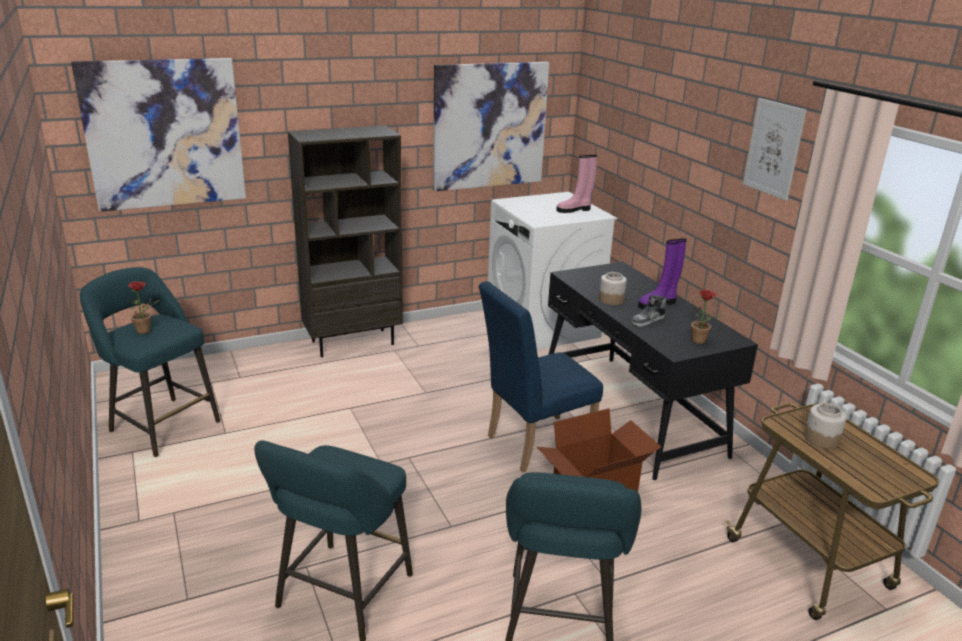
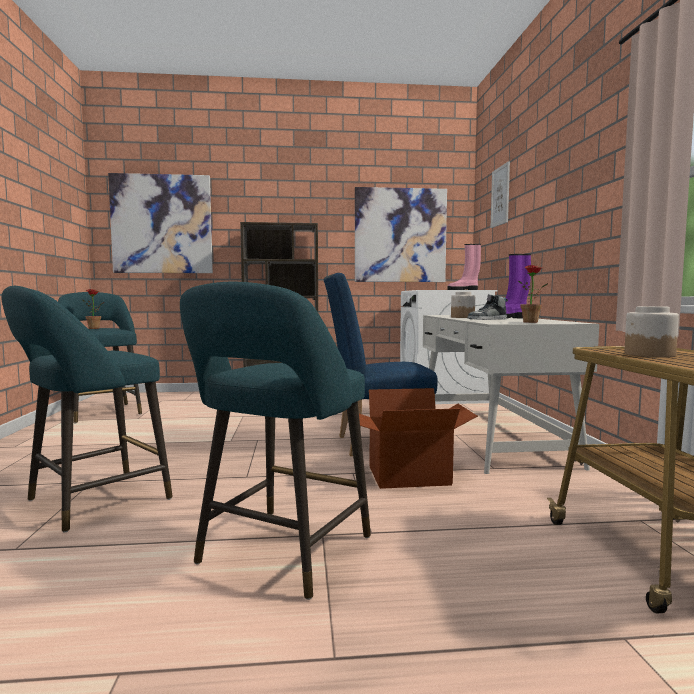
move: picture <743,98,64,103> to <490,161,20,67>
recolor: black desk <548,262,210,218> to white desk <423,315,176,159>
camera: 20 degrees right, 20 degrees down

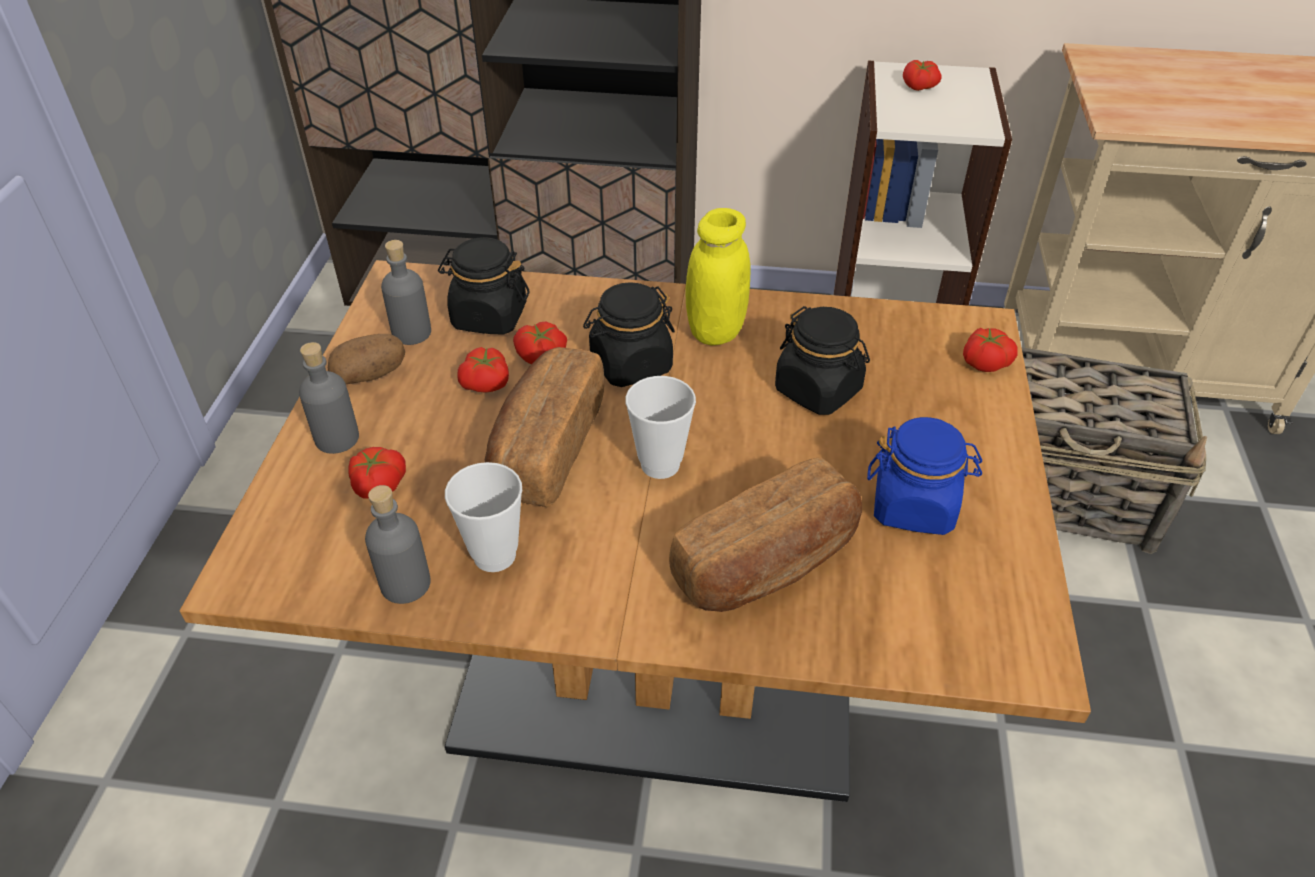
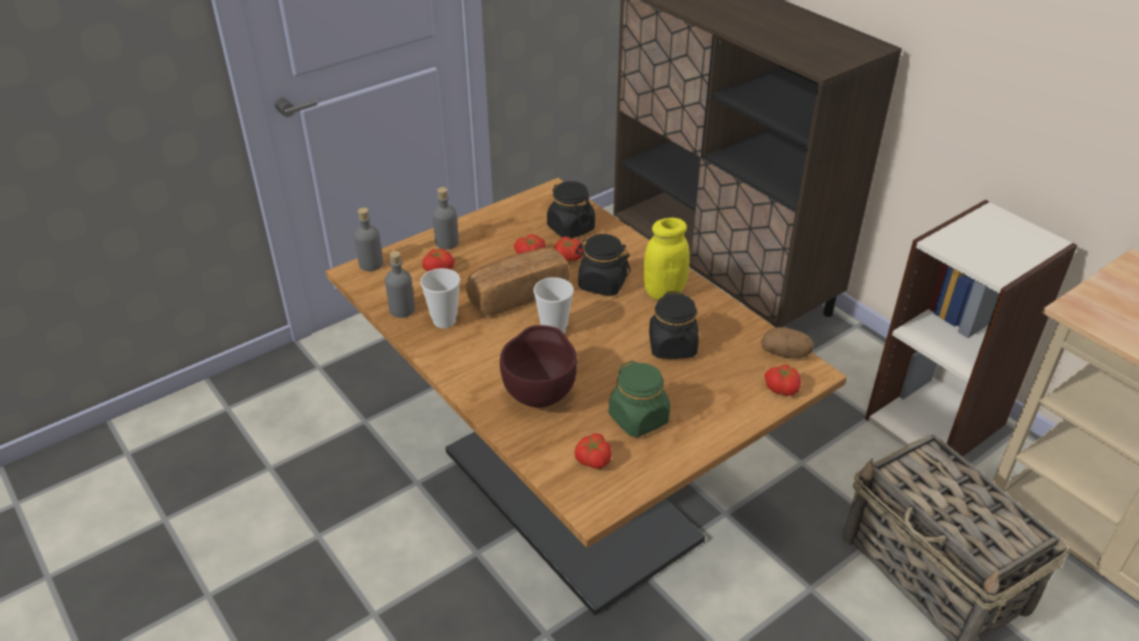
move: tomato <903,60,38,31> to <575,433,37,36>; grey bottle <381,240,50,105> to <354,207,29,64>; potato <328,334,77,50> to <761,327,52,31>
replace: bread <669,457,193,155> to brown bowl <500,325,77,83>
recolor: blue jar <867,417,115,118> to green jar <609,361,61,76>
camera: 45 degrees right, 5 degrees down

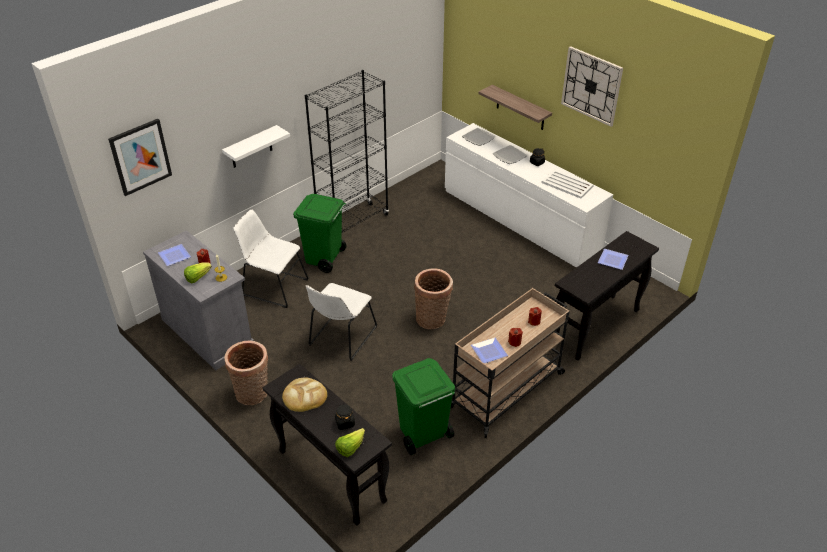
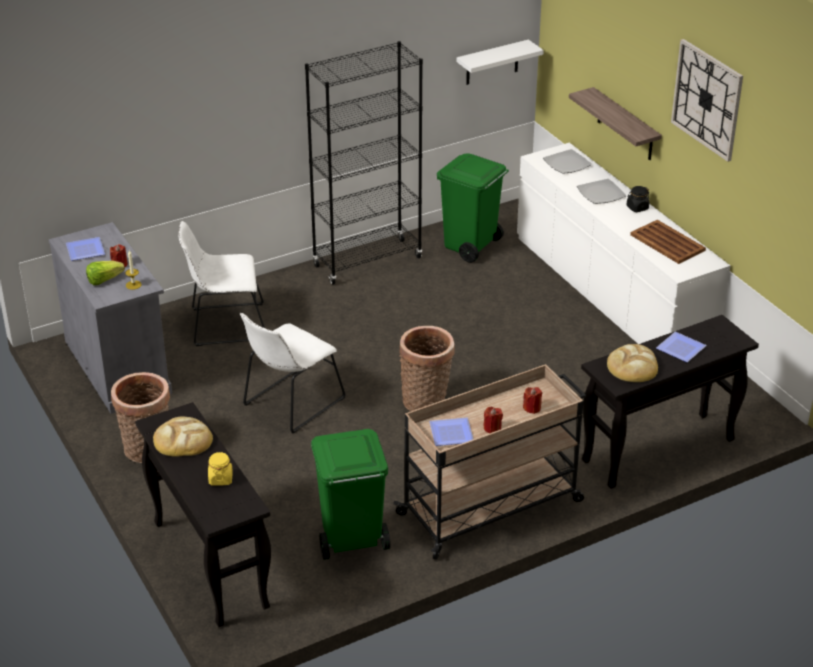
delete: picture <108,119,64,77>; lettuce <335,428,30,29>
insert: bread <607,344,51,38>
move: white shelf <222,125,68,43> to <457,39,87,46>; green trash can <293,194,54,79> to <437,154,72,109>
recolor: white tray <541,169,53,30> to brown tray <630,220,76,44>; black jar <335,404,20,26> to yellow jar <208,452,25,34>
rotate: white chair <233,209,76,99> = <178,221,87,125> 45 degrees counterclockwise
camera: 15 degrees right, 5 degrees down

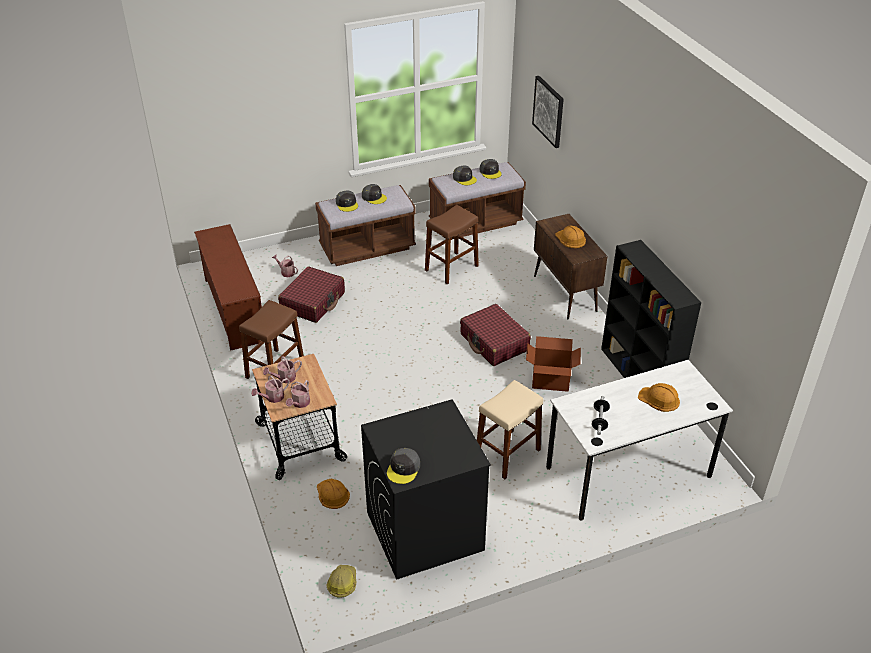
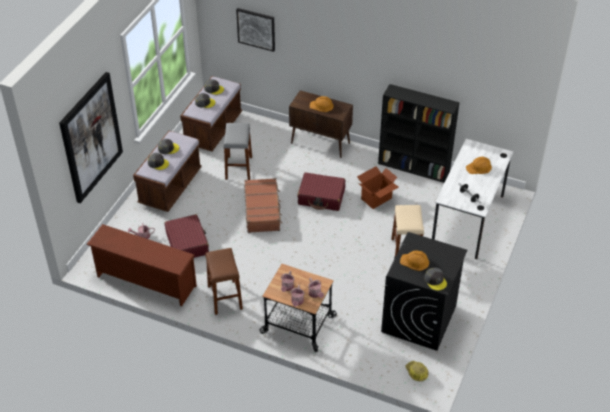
insert: picture <59,72,64,131>; brown suitcase <244,178,39,55>
move: orange hard hat <317,479,33,30> to <400,251,29,20>
recolor: brown stool <425,205,54,79> to grey stool <224,123,28,57>
camera: 45 degrees left, 5 degrees up

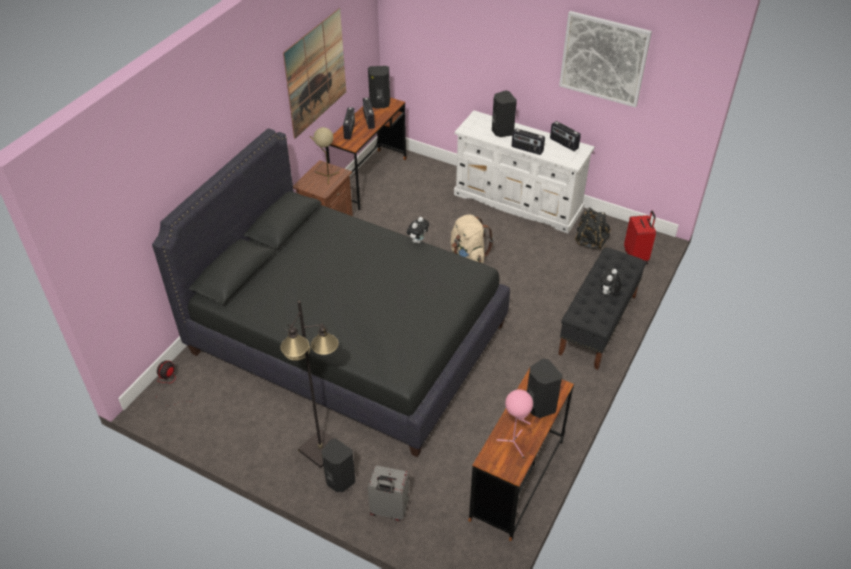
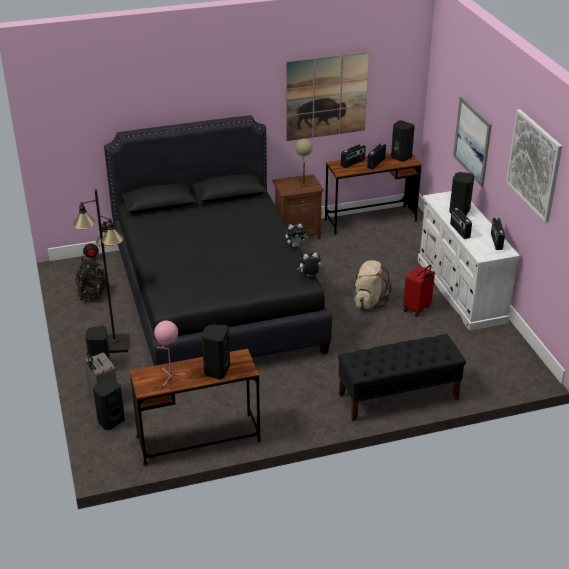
insert: picture <453,96,39,91>; black speaker <93,379,32,51>
move: black backpack <575,207,36,43> to <75,258,32,43>; red suitcase <624,211,32,53> to <403,264,32,53>; plush toy <600,269,22,26> to <297,253,24,23>
camera: 45 degrees right, 10 degrees down

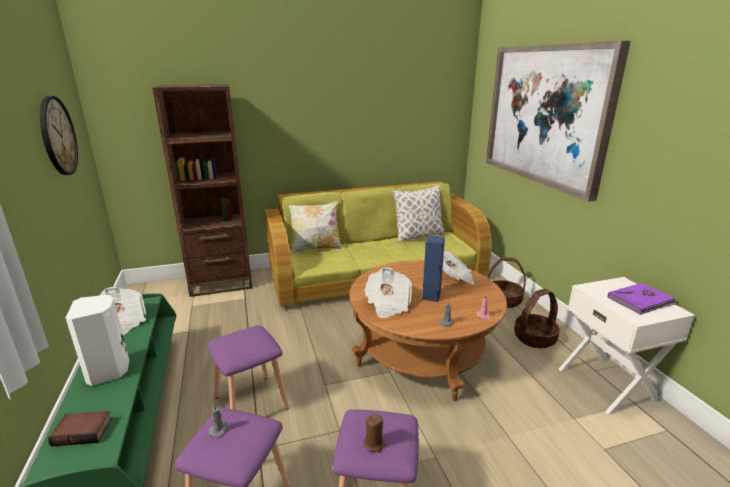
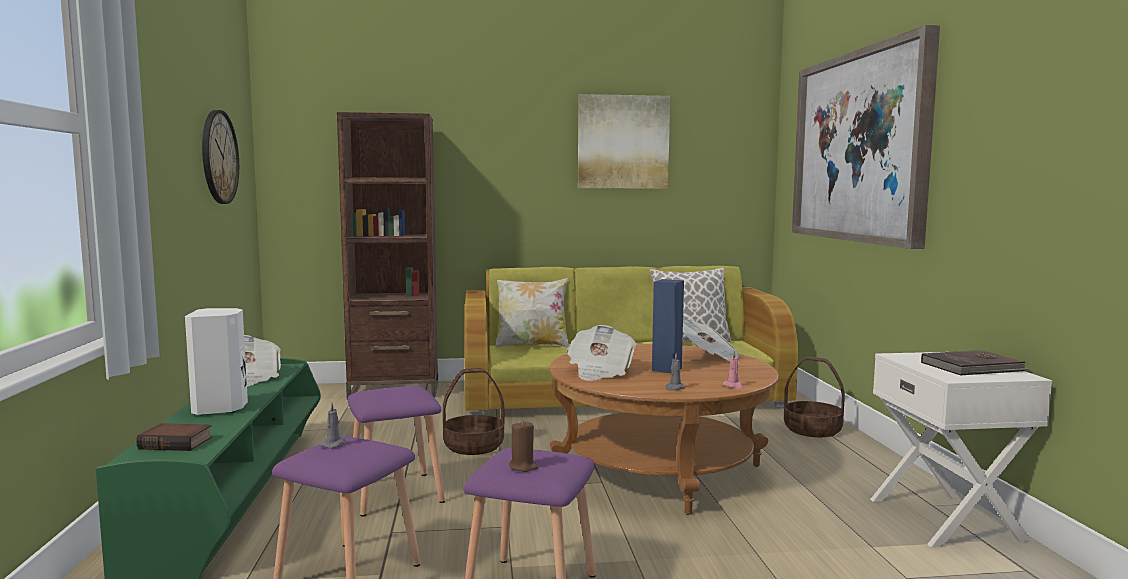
insert: picture <578,94,92,95>
move: basket <514,289,46,59> to <443,368,61,87>
recolor: purple book <608,283,70,32> to brown book <921,350,109,25>
camera: 10 degrees right, 15 degrees down

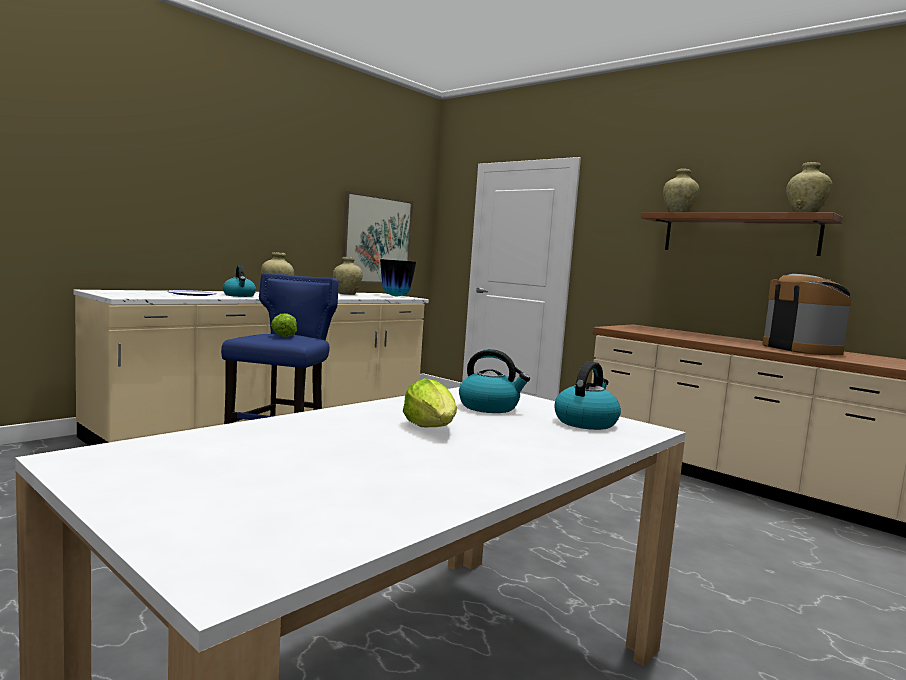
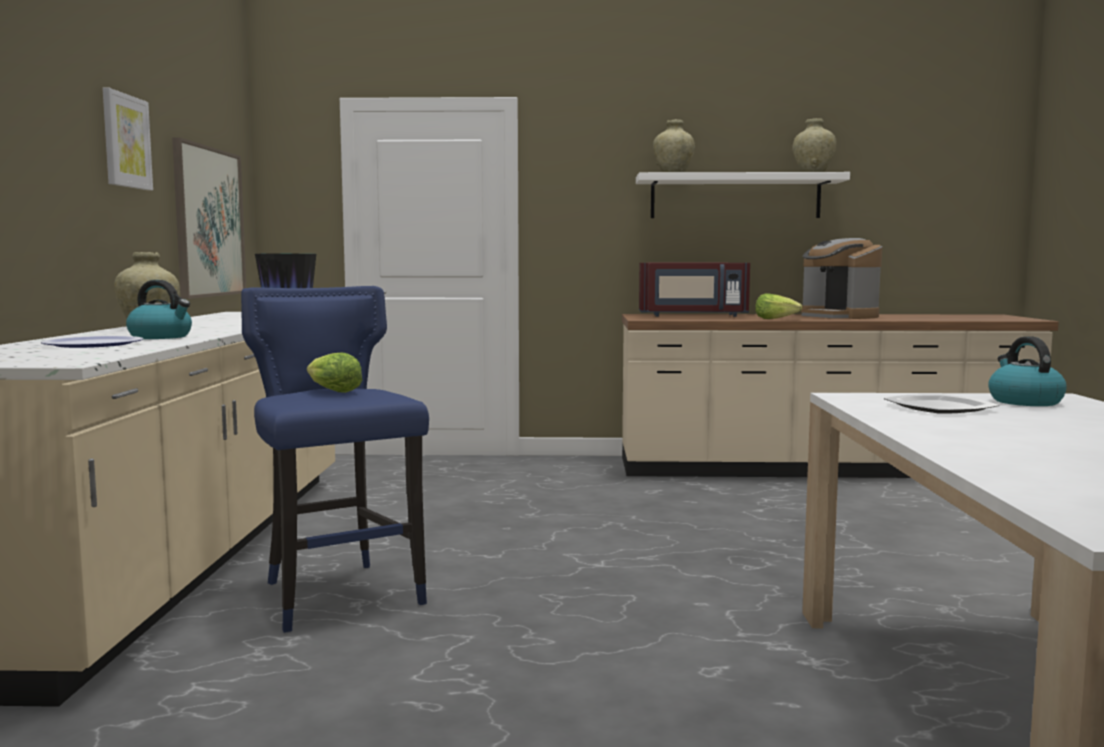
delete: beige vase <333,257,30,38>
insert: picture <102,88,51,103>; red microwave <639,262,111,55>
move: lettuce <403,378,54,49> to <755,293,47,26>
replace: kettle <459,349,71,64> to plate <884,394,115,20>
recolor: brown shelf <641,212,202,44> to white shelf <636,172,214,46>
rotate: coffee machine <762,274,90,81> = <801,238,81,81> 150 degrees counterclockwise
camera: 40 degrees left, 0 degrees up

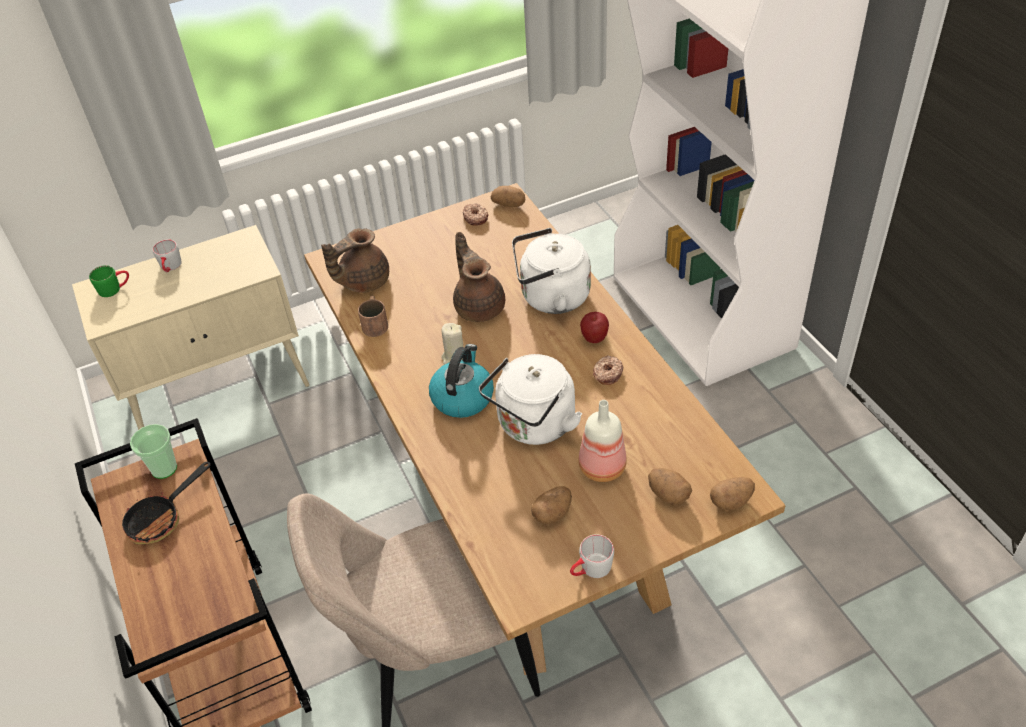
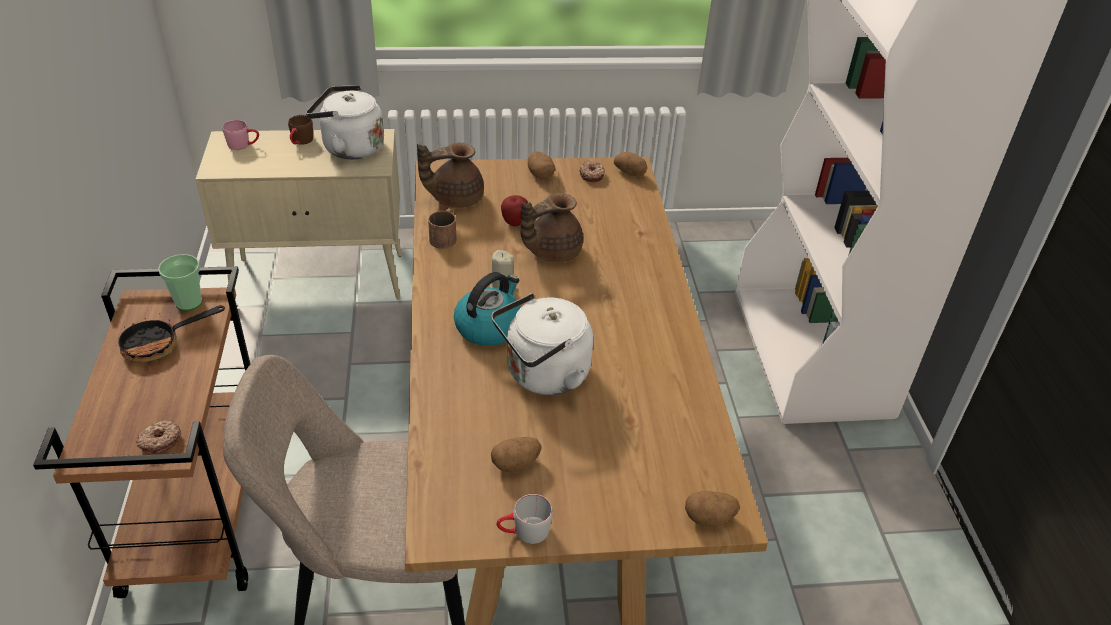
delete: bottle <578,400,49,82>
move: white kettle <512,228,79,86> to <306,85,78,74>; apple <580,312,29,31> to <501,195,27,31>; donut <593,356,31,29> to <136,420,45,34>; potato <648,468,44,37> to <528,151,27,28>
recolor: grey mug <153,239,29,33> to brown mug <288,115,25,30>; green mug <89,265,40,32> to pink mug <222,120,37,30>
rotate: brown teapot <453,232,52,90> = <520,193,63,70> 120 degrees counterclockwise
camera: 15 degrees right, 5 degrees down

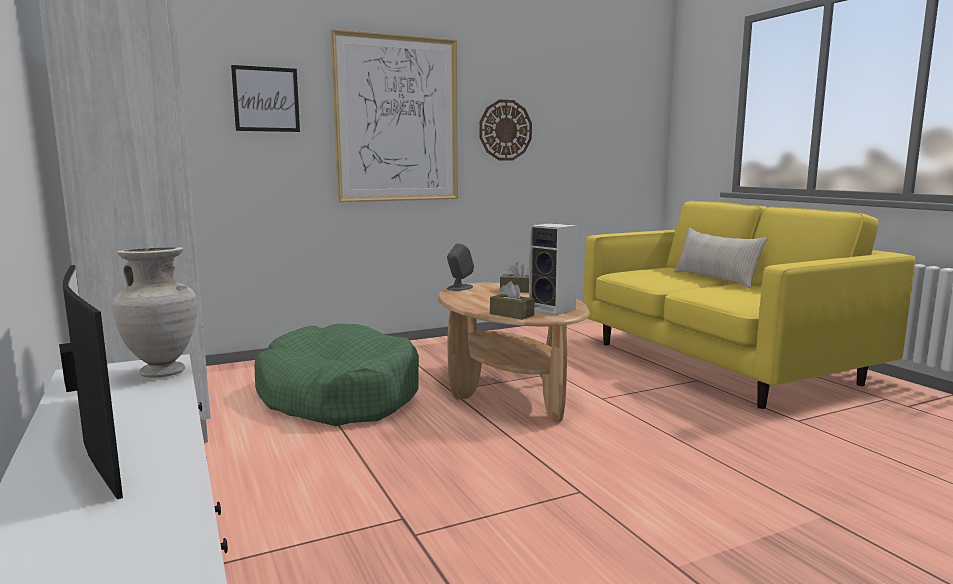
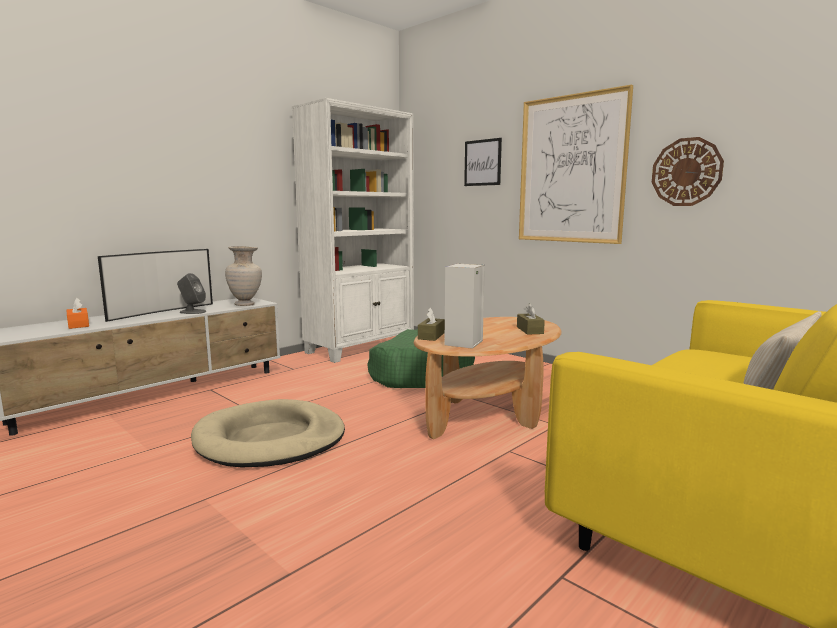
insert: orange tissue box <67,298,22,31>; beige dog bed <191,399,154,69>
move: grey speaker <447,243,27,48> to <177,273,29,41>
camera: 70 degrees right, 0 degrees up

